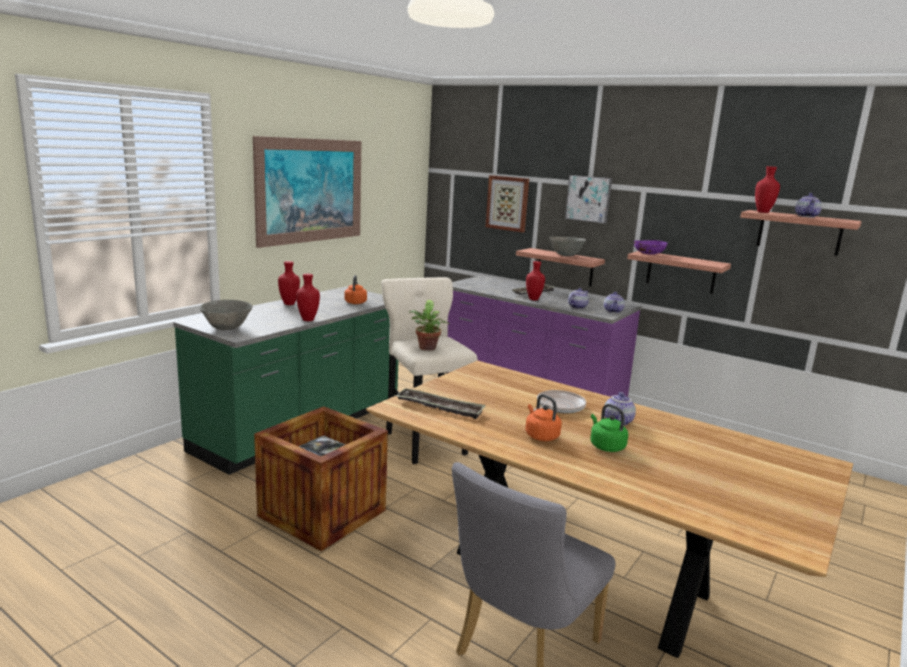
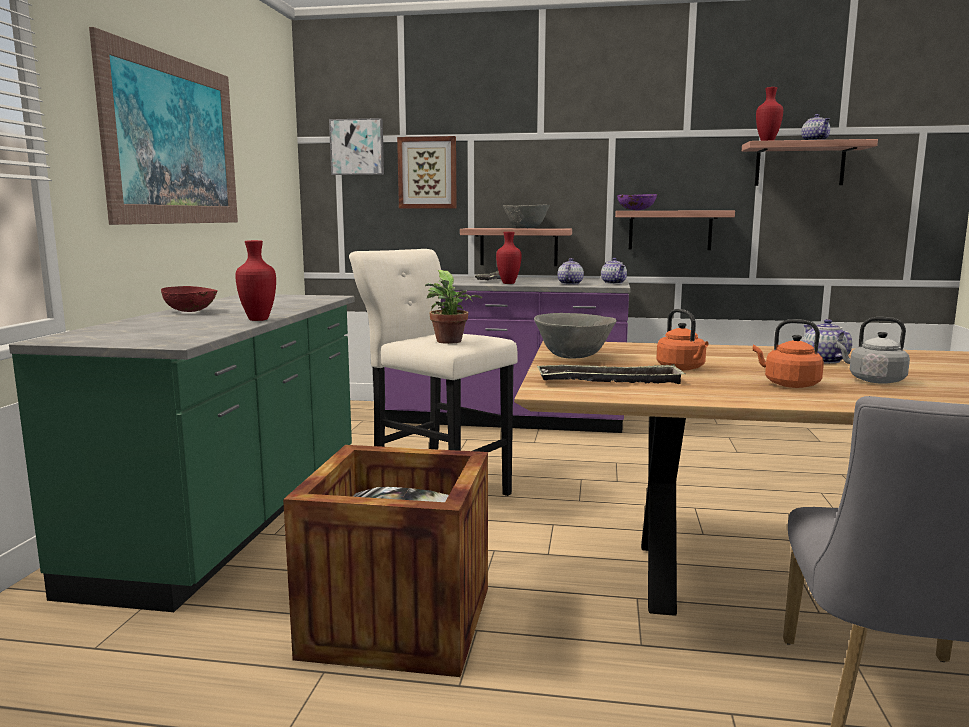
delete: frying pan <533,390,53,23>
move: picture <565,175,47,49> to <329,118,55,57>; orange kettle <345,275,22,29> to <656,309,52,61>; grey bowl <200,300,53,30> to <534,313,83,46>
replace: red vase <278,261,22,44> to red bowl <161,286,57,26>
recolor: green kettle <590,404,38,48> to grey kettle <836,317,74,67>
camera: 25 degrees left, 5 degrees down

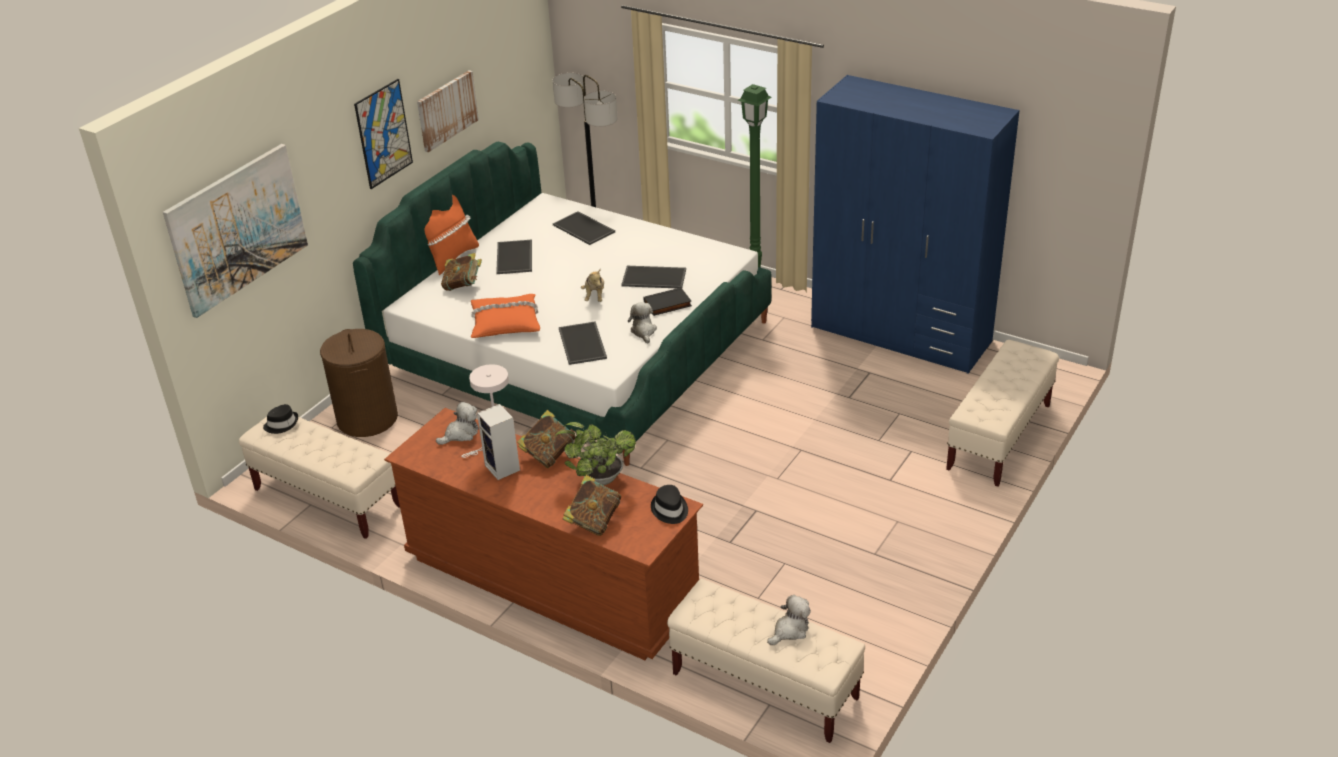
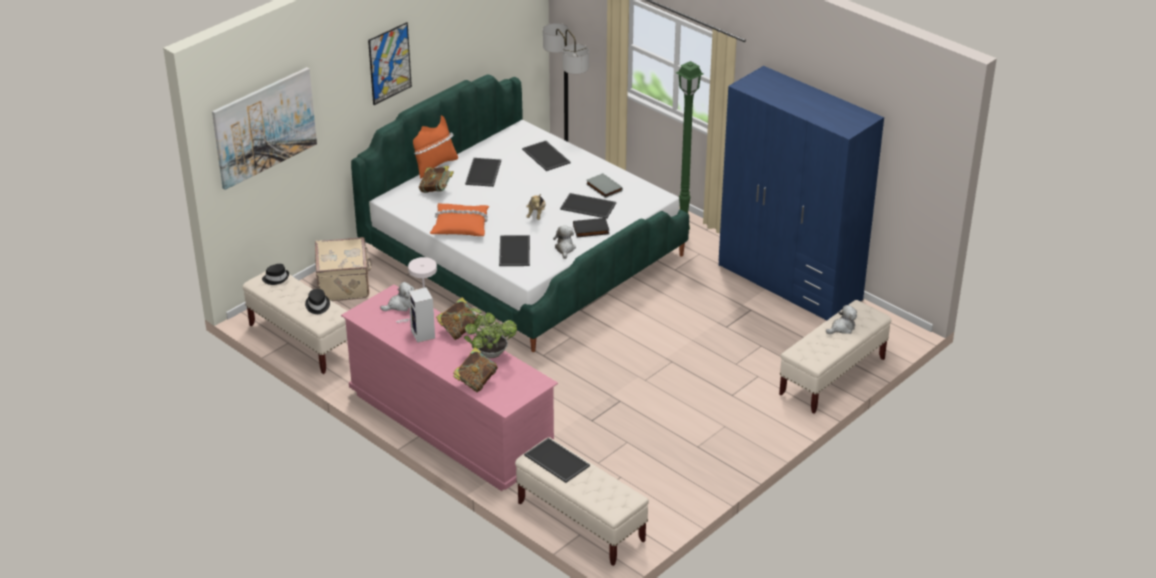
delete: picture <417,70,62,83>
insert: grey book <586,173,37,25>; tray <524,438,66,45>
move: black hat <651,485,37,39> to <305,289,25,25>; plush toy <767,595,44,50> to <826,305,31,29>
replace: brown laundry basket <320,329,78,108> to beige suitcase <315,237,57,64>
recolor: brown dresser <384,408,319,252> to pink dresser <341,285,217,206>
camera: 10 degrees right, 0 degrees up

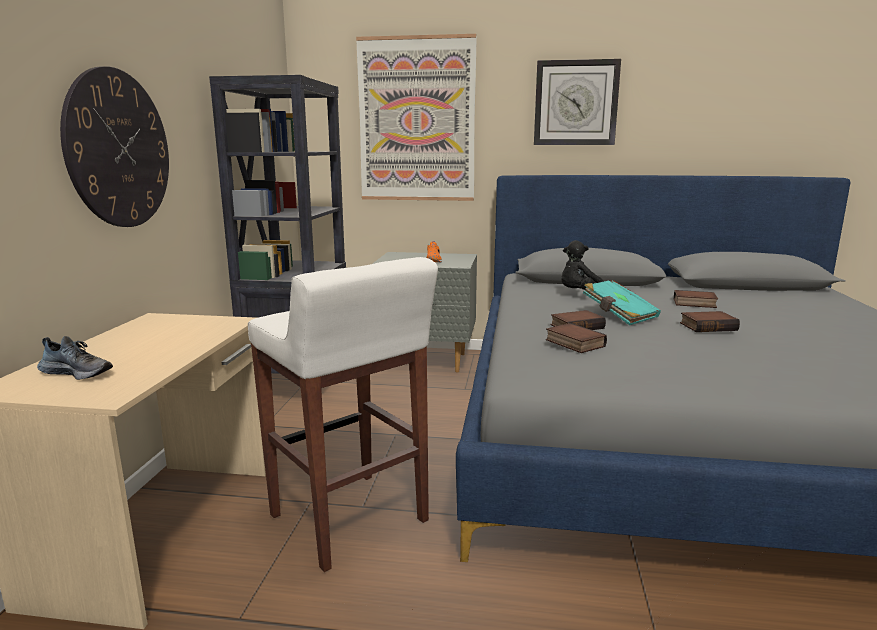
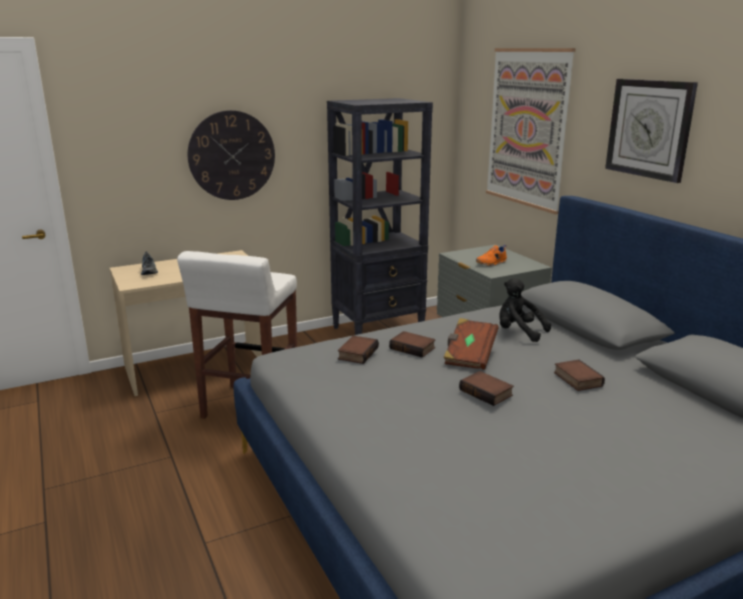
recolor: turquoise book <583,280,78,45> to brown book <443,318,55,52>
camera: 55 degrees right, 5 degrees up

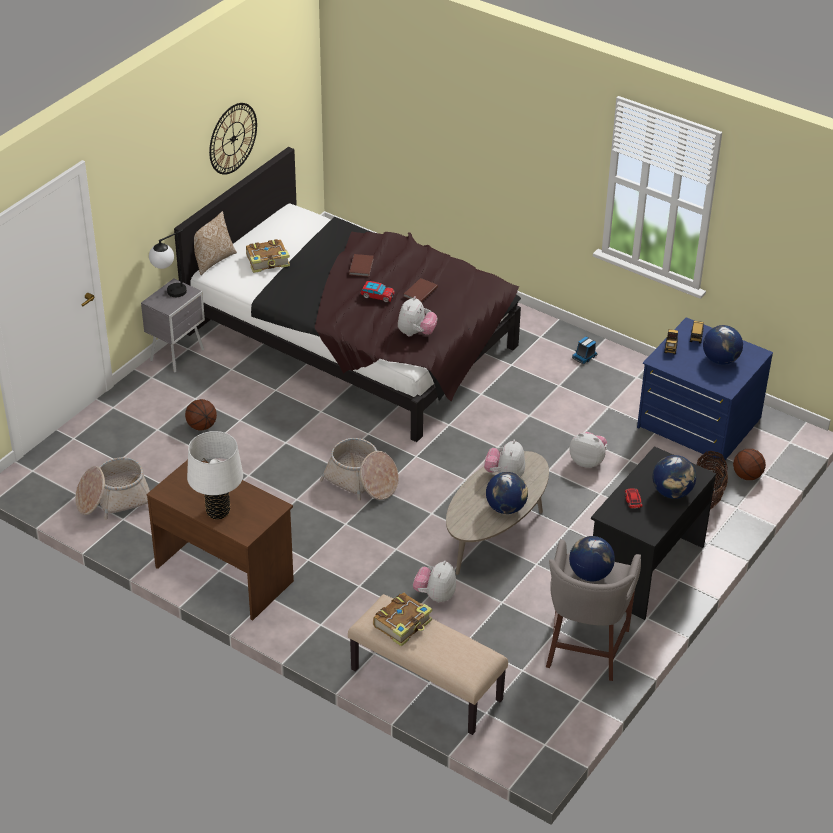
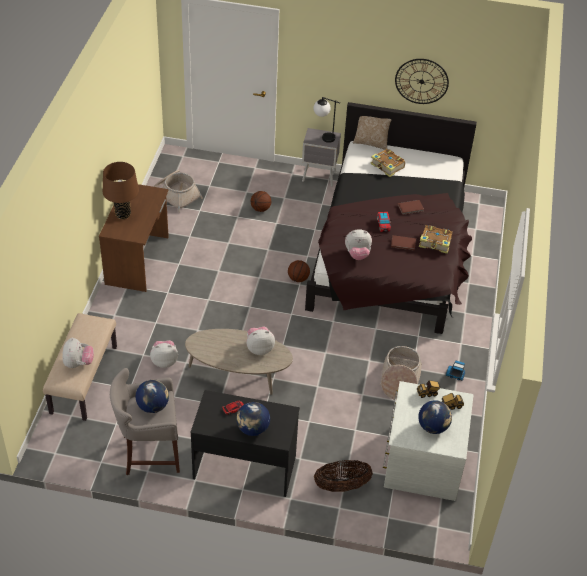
delete: globe <486,472,42,42>
move: plush toy <569,432,38,36> to <62,337,32,31>; basket <320,438,79,63> to <380,346,42,54>; basketball <733,449,33,31> to <288,260,22,22>; book <373,593,59,53> to <419,225,34,29>
recolor: blue dresser <637,317,136,143> to white dresser <383,381,91,120>; white table lamp <187,431,56,88> to brown table lamp <103,162,36,58>
camera: 65 degrees right, 5 degrees up

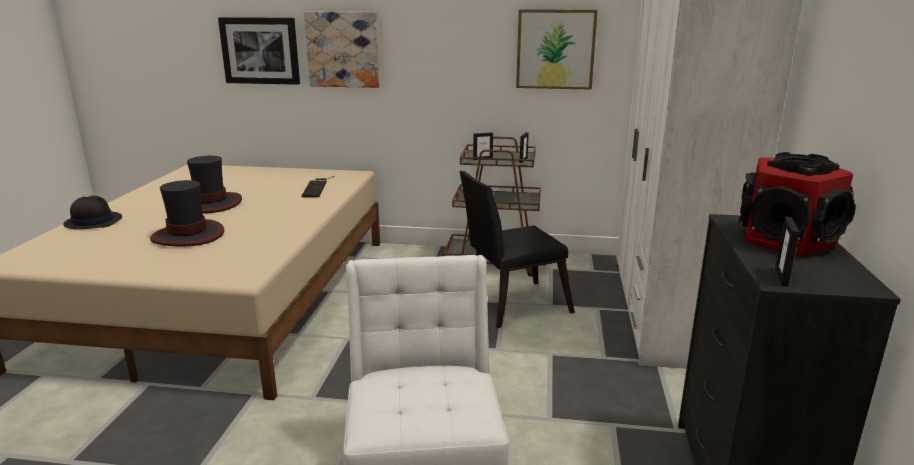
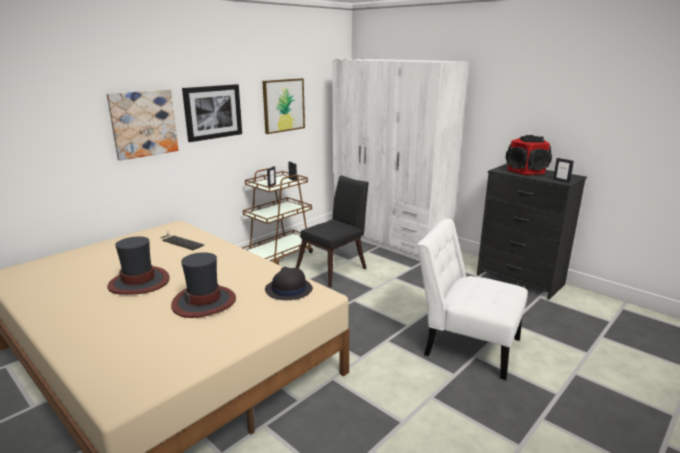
move: picture <218,17,82,68> to <182,84,60,58>; black hat <63,196,59,33> to <265,267,48,33>
rotate: black chair <460,171,115,157> = <296,175,73,112> 150 degrees counterclockwise
camera: 55 degrees left, 0 degrees up

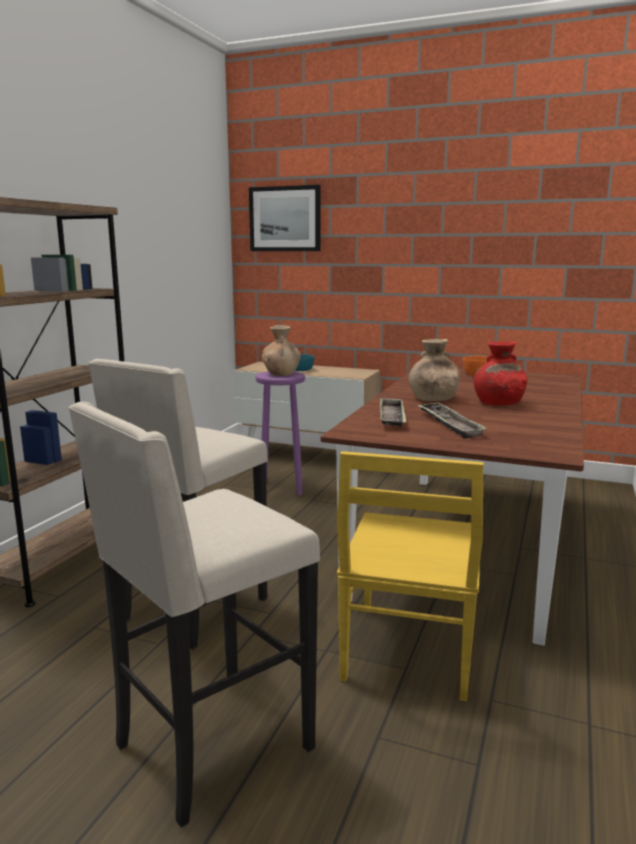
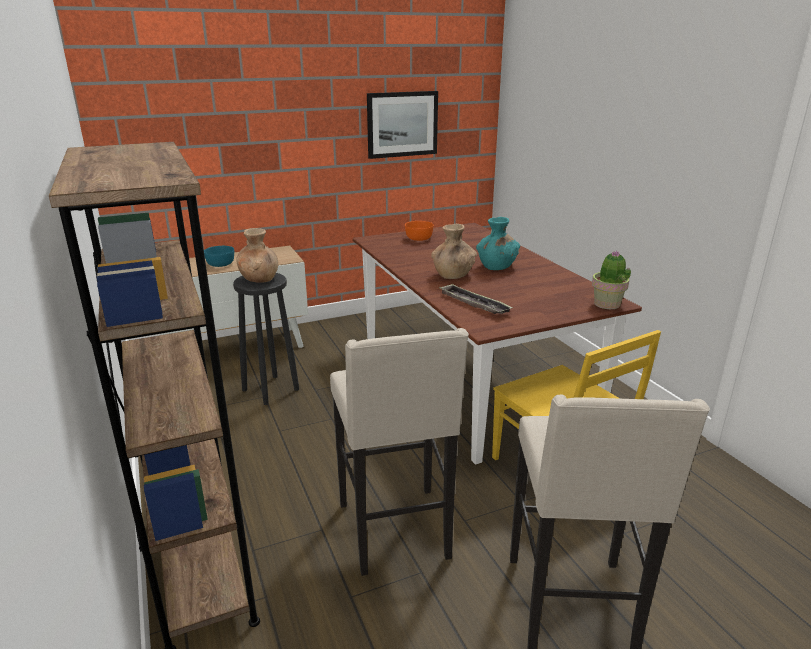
delete: tray <417,403,71,36>
insert: potted plant <592,251,39,58>
move: picture <249,185,72,66> to <367,91,71,68>
recolor: red vase <474,341,54,64> to turquoise vase <476,217,44,53>; purple stool <256,371,49,124> to black stool <233,273,66,132>
camera: 45 degrees left, 10 degrees up

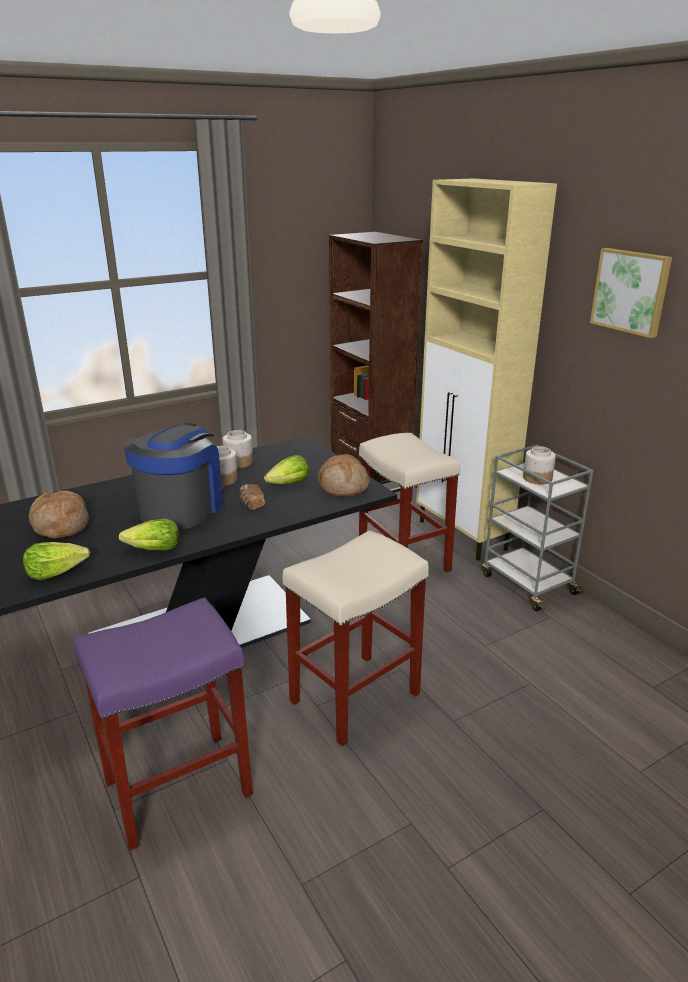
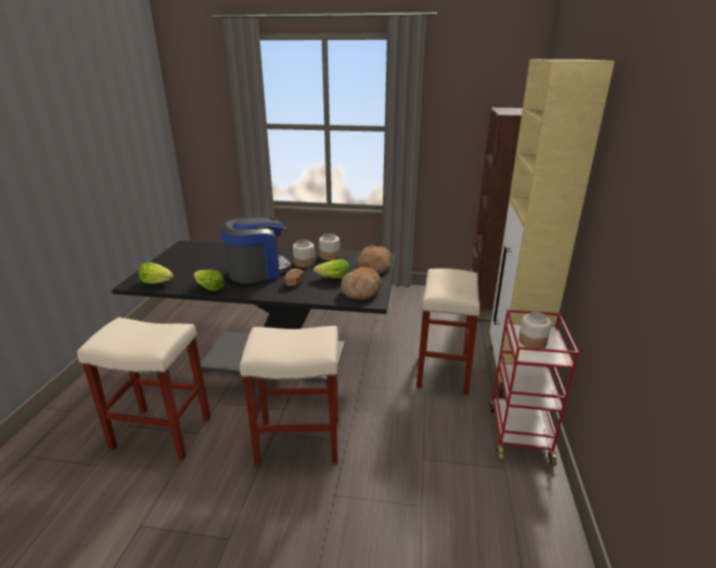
delete: picture <590,248,82,90>
move: bread <29,491,60,48> to <357,245,35,29>
recolor: grey cart <482,445,112,166> to red cart <489,310,90,156>; purple stool <74,597,179,254> to beige stool <77,317,134,143>
camera: 40 degrees right, 0 degrees up

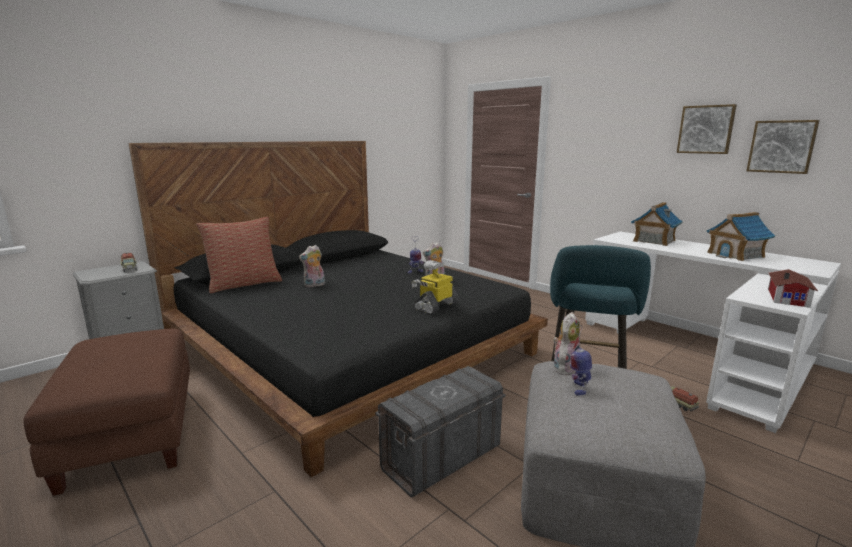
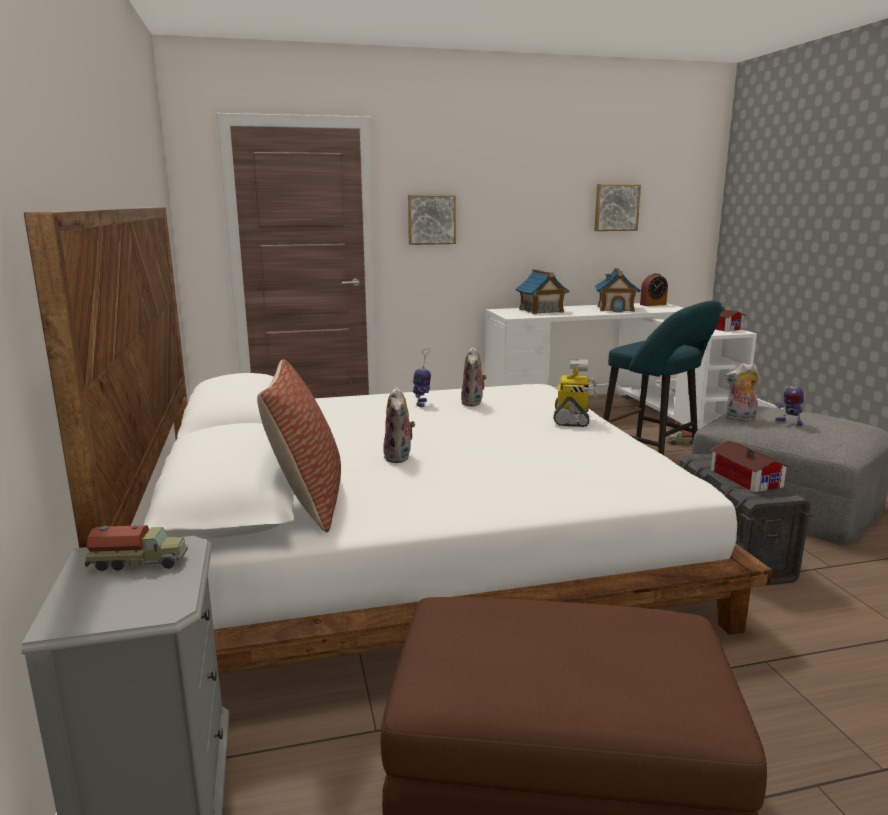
insert: alarm clock <640,273,28,33>; toy house <710,441,80,51>
move: picture <677,104,60,50> to <408,195,48,50>
recolor: black bed <128,141,420,336> to white bed <24,207,748,468>
rotate: toy robot <411,260,48,54> = <554,359,44,68> 150 degrees counterclockwise; plush toy <553,312,27,63> = <725,363,34,58> 60 degrees counterclockwise
camera: 60 degrees left, 0 degrees up

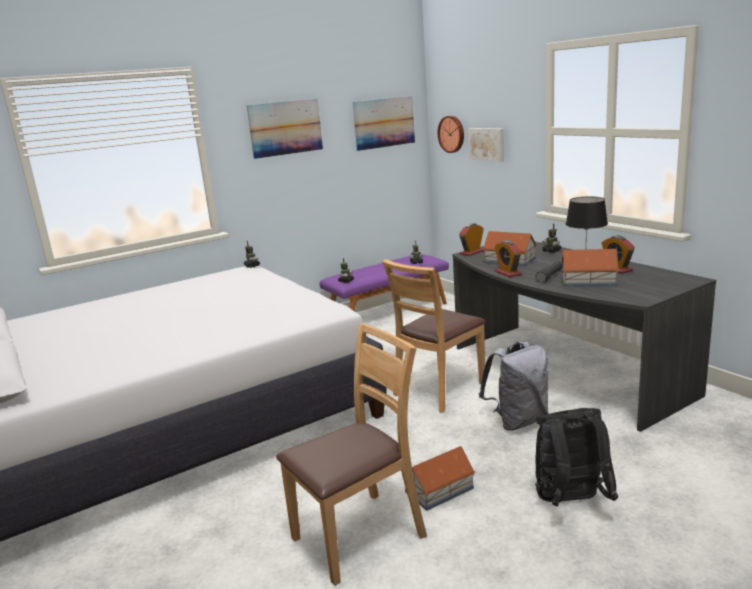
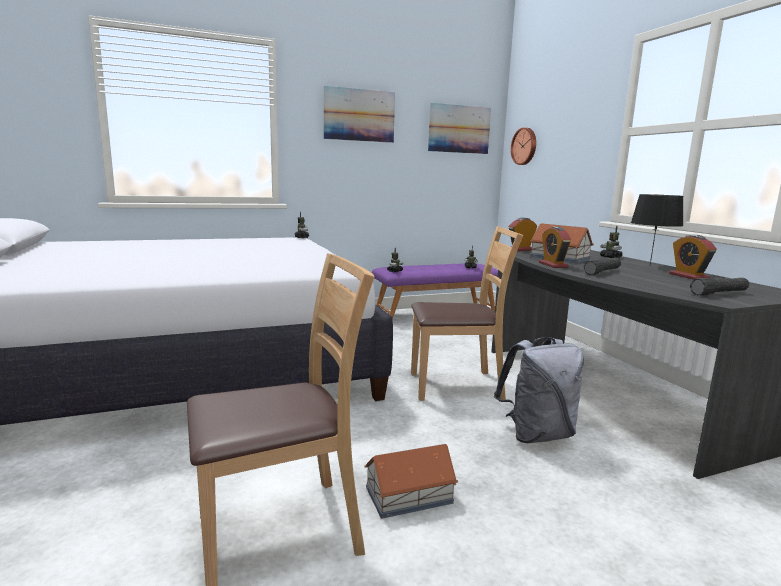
delete: picture <468,128,36,34>; toy house <561,249,59,38>; black backpack <535,408,83,99>
insert: black flashlight <690,278,59,18>
rotate: brown chair <382,259,104,154> = <411,226,112,175> 150 degrees counterclockwise
camera: 10 degrees right, 5 degrees down

